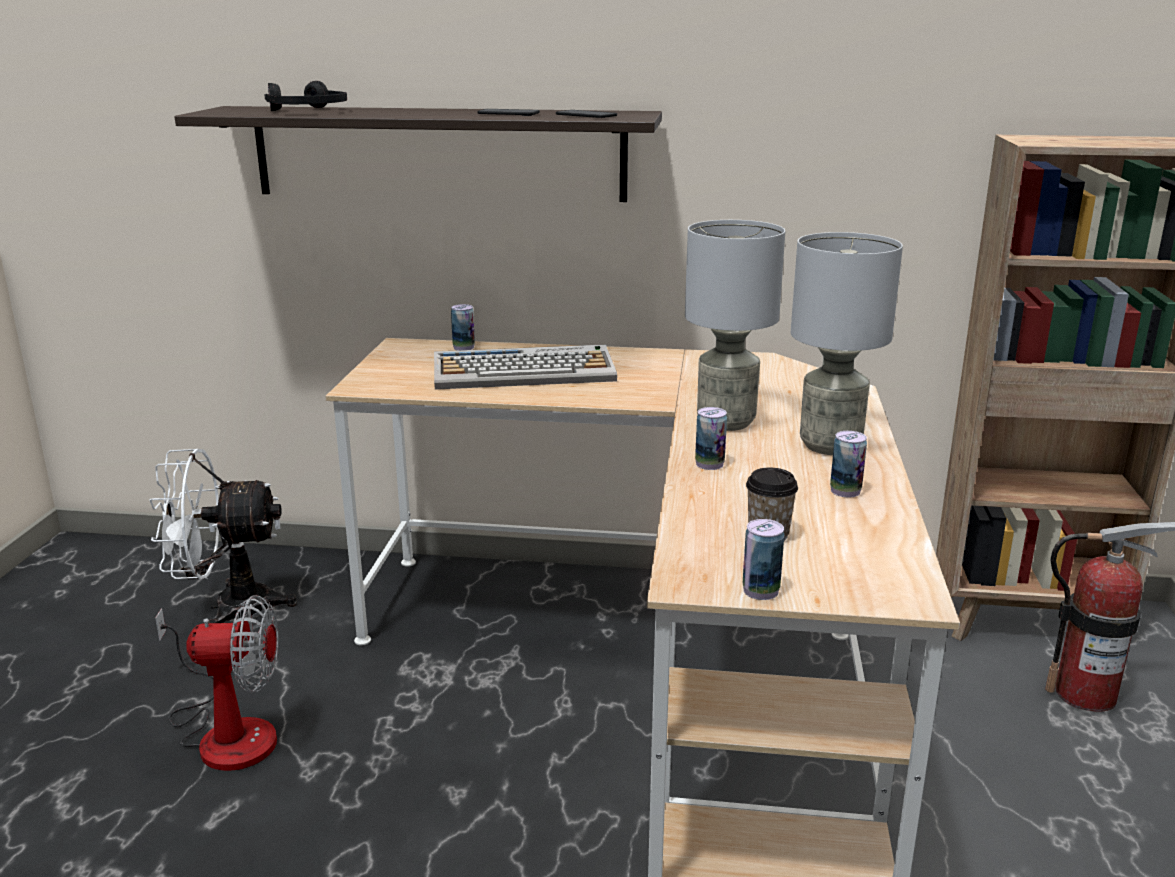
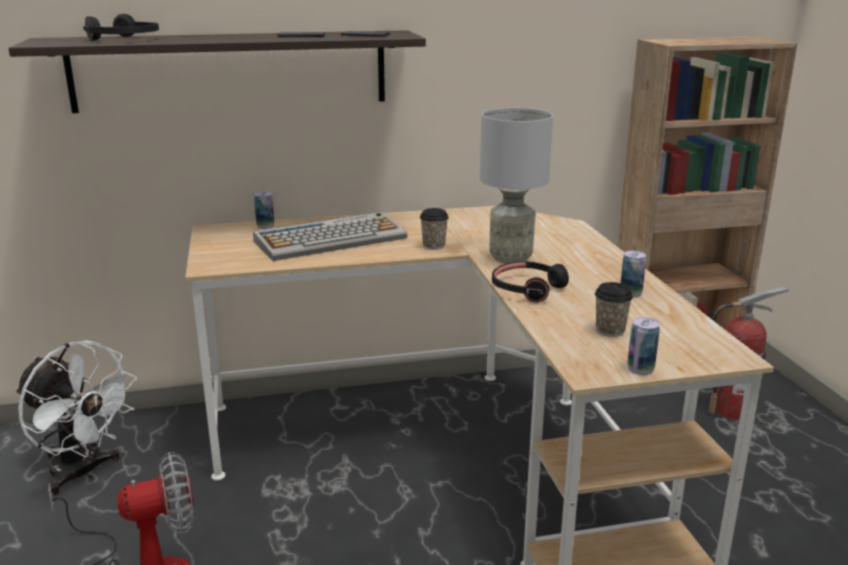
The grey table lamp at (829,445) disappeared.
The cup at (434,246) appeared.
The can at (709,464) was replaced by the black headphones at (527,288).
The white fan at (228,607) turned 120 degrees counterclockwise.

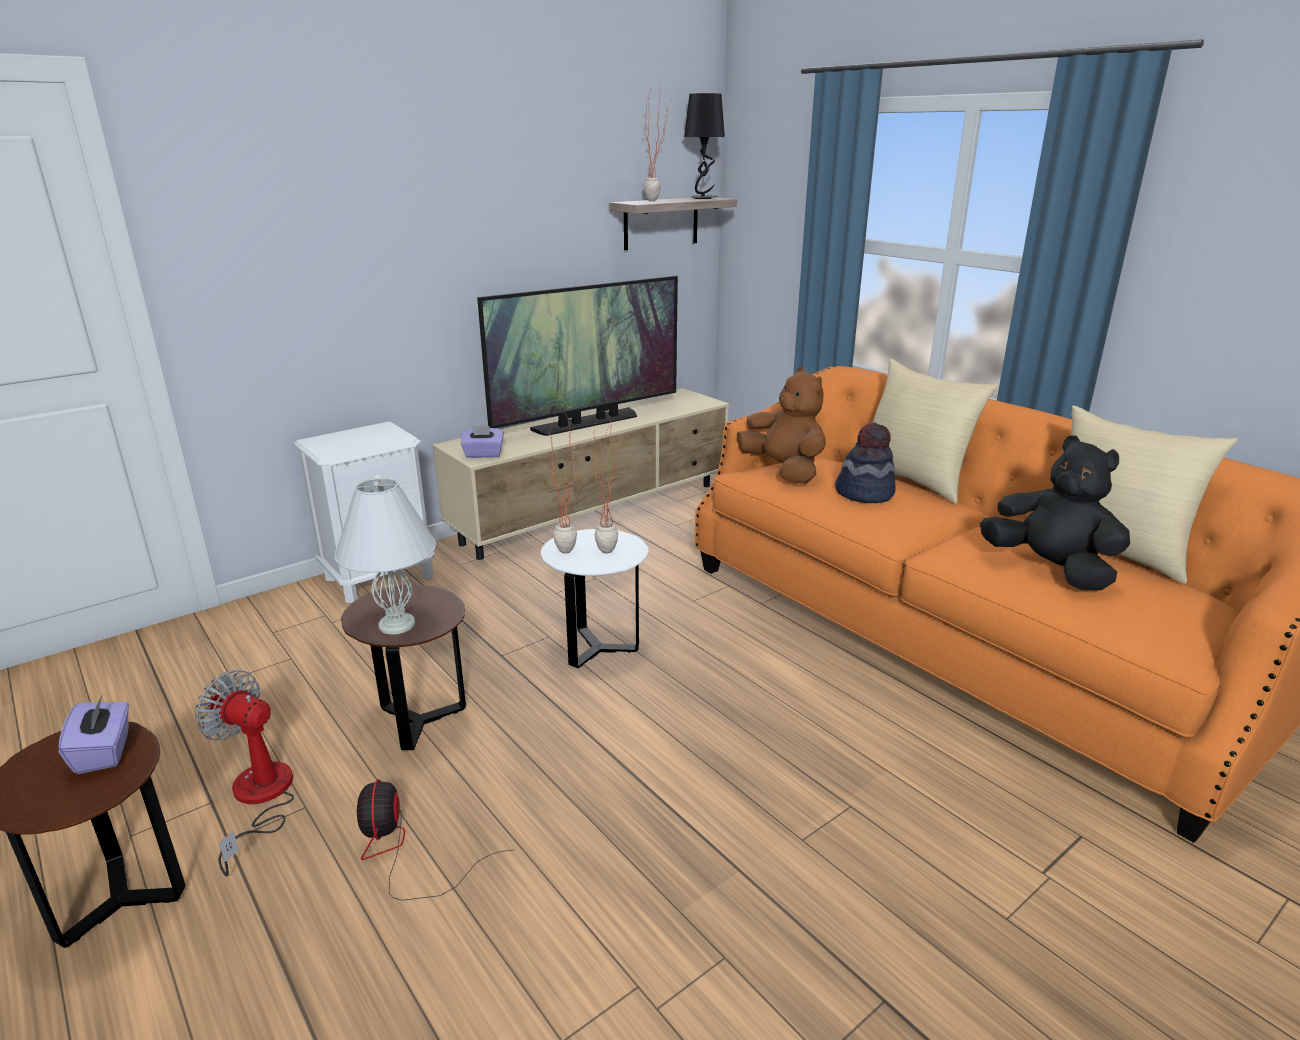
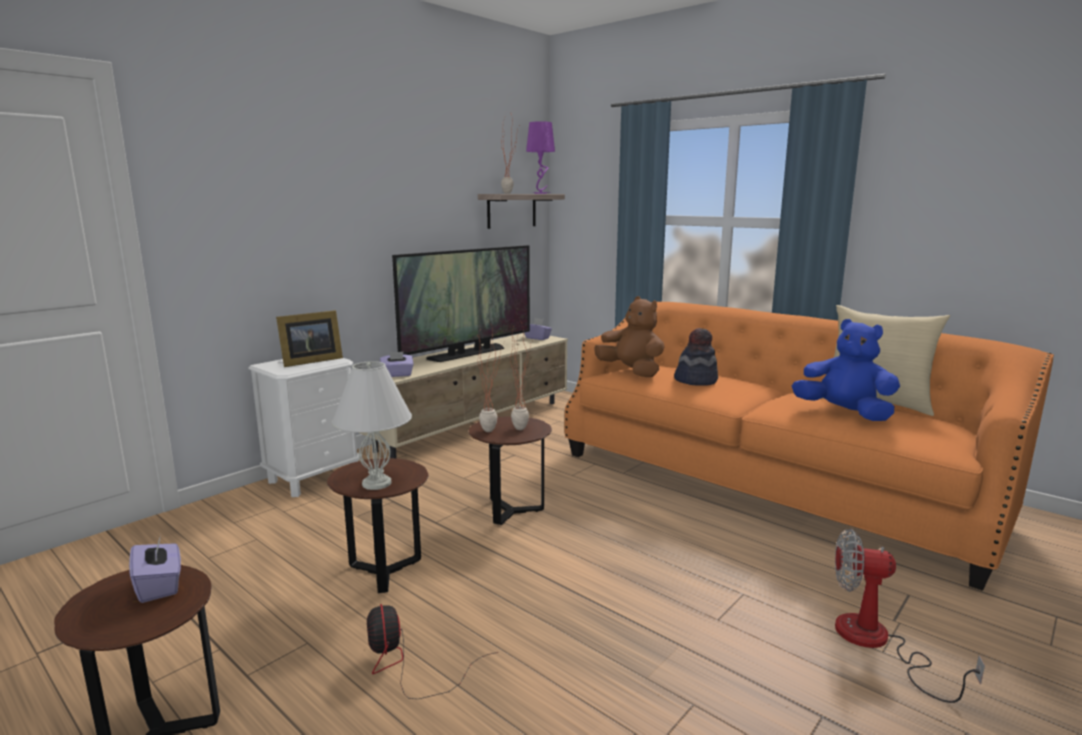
The beige pillow at (913,480) disappeared.
The picture frame at (309,361) appeared.
The purple tissue box at (537,338) appeared.
The fan moved from (258,799) to (876,643).
The white side table at (598,649) became the brown side table at (511,511).
The black table lamp at (703,198) became the purple table lamp at (541,193).
The black plush toy at (1050,569) became the blue plush toy at (844,413).

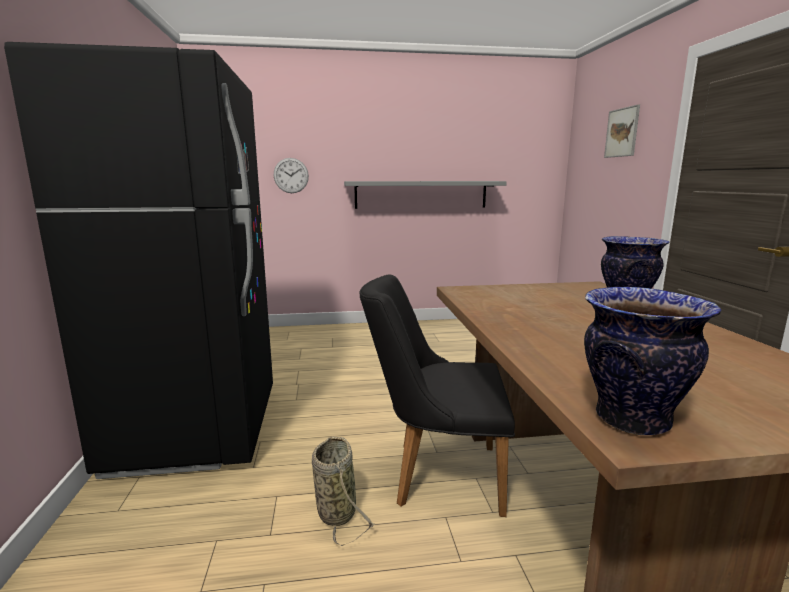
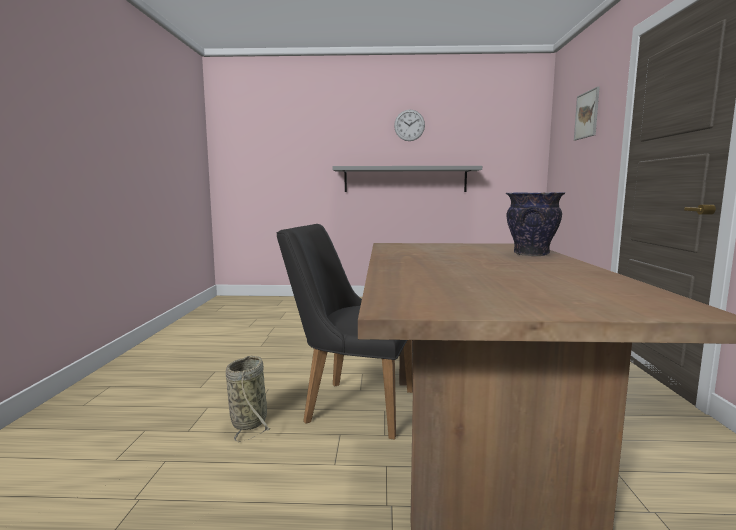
The black fridge at (198,429) disappeared.
The vase at (630,419) disappeared.
The wall clock moved from (291,175) to (409,125).

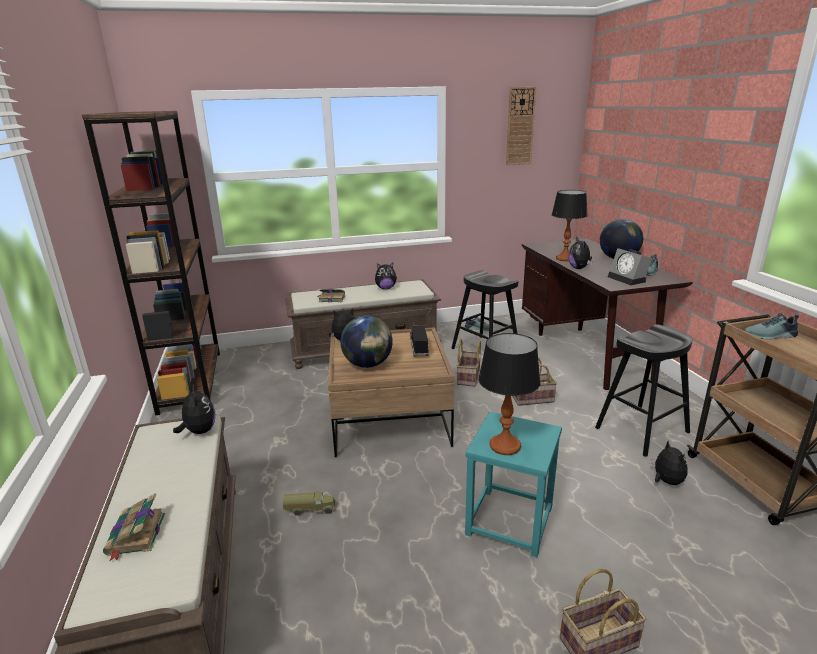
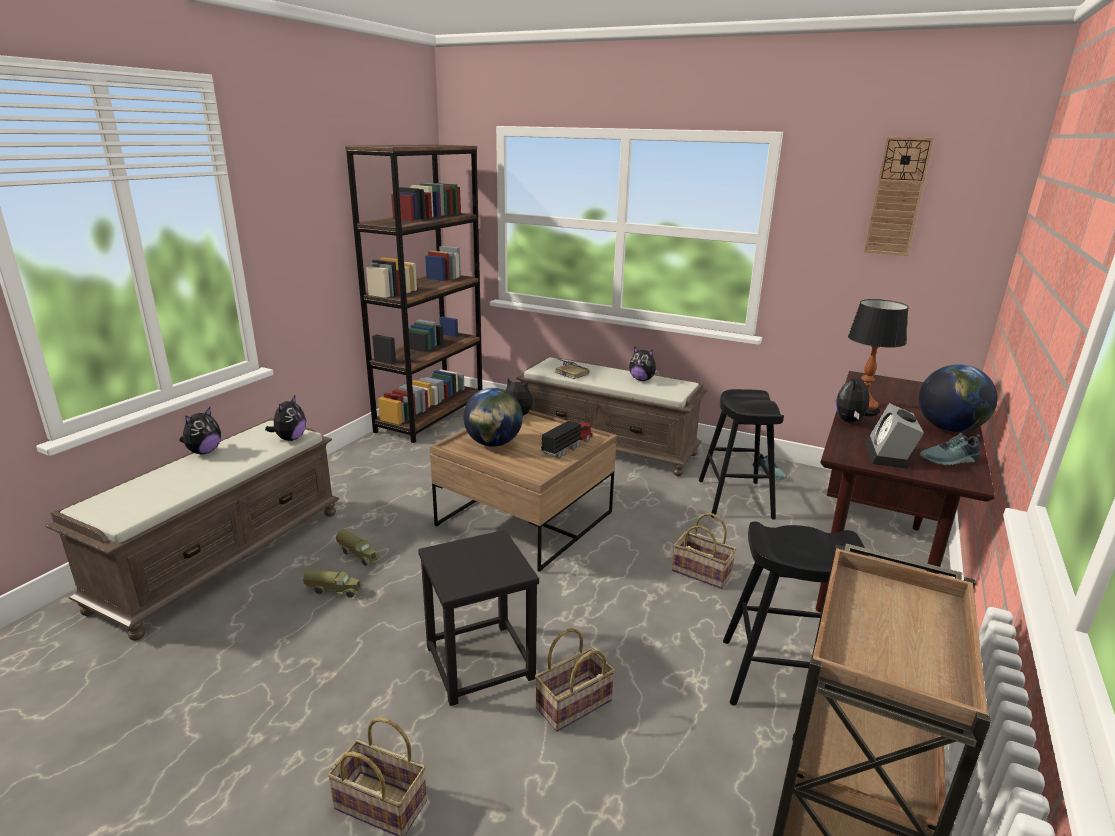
The book at (135,535) disappeared.
The table lamp at (504,446) disappeared.
The shoe at (771,336) disappeared.
The toy truck at (334,590) appeared.
The basket moved from (469,378) to (573,706).
The plush toy moved from (666,481) to (204,452).
The turquoise stool at (510,521) became the black stool at (480,663).

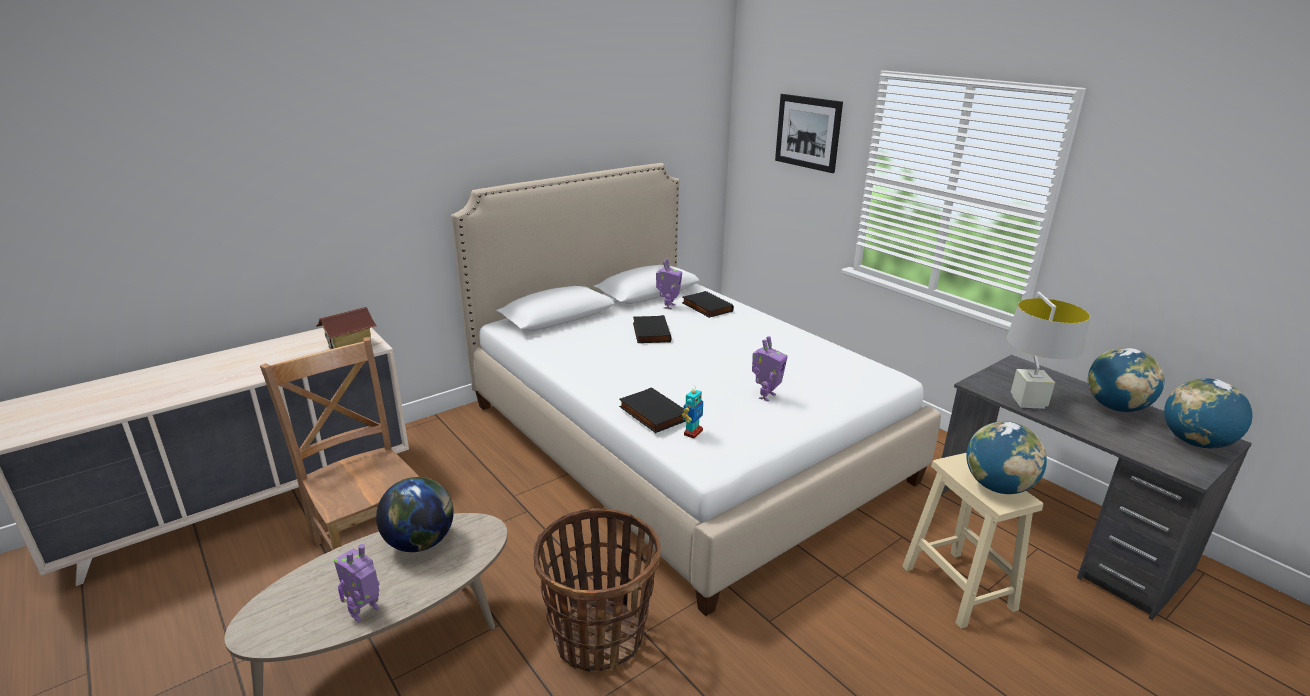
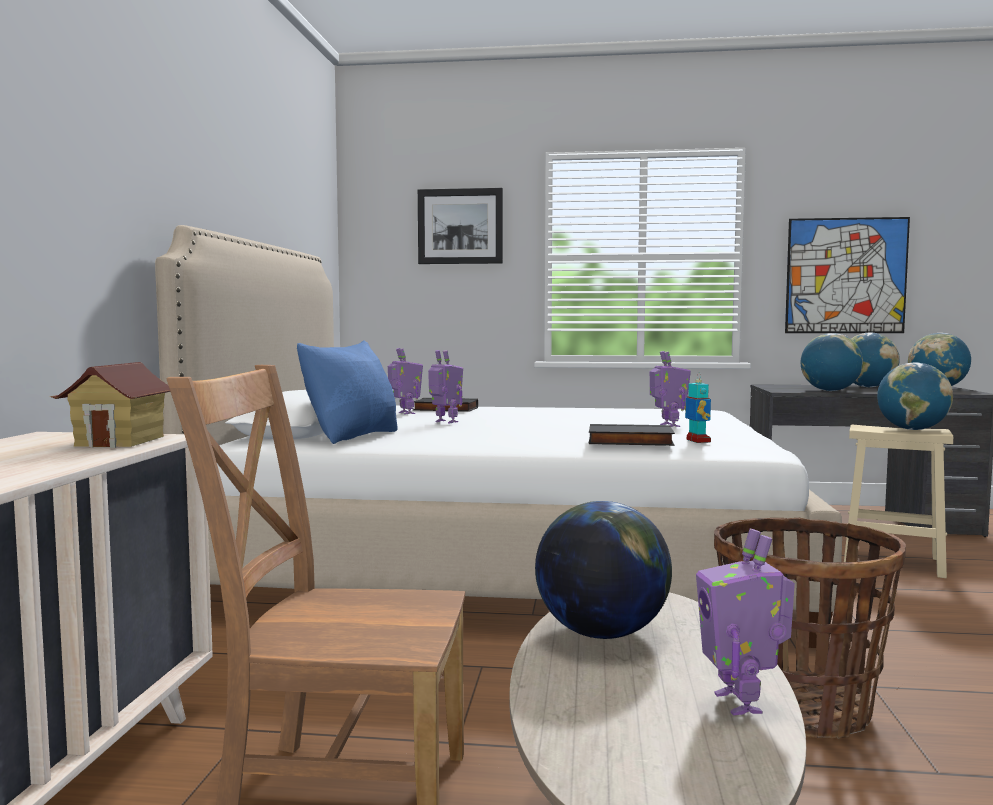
The blue pillow at (353,436) appeared.
The picture at (846,276) appeared.
The black book at (650,332) was replaced by the toy robot at (445,422).
The grey table lamp at (1028,402) was replaced by the globe at (830,391).

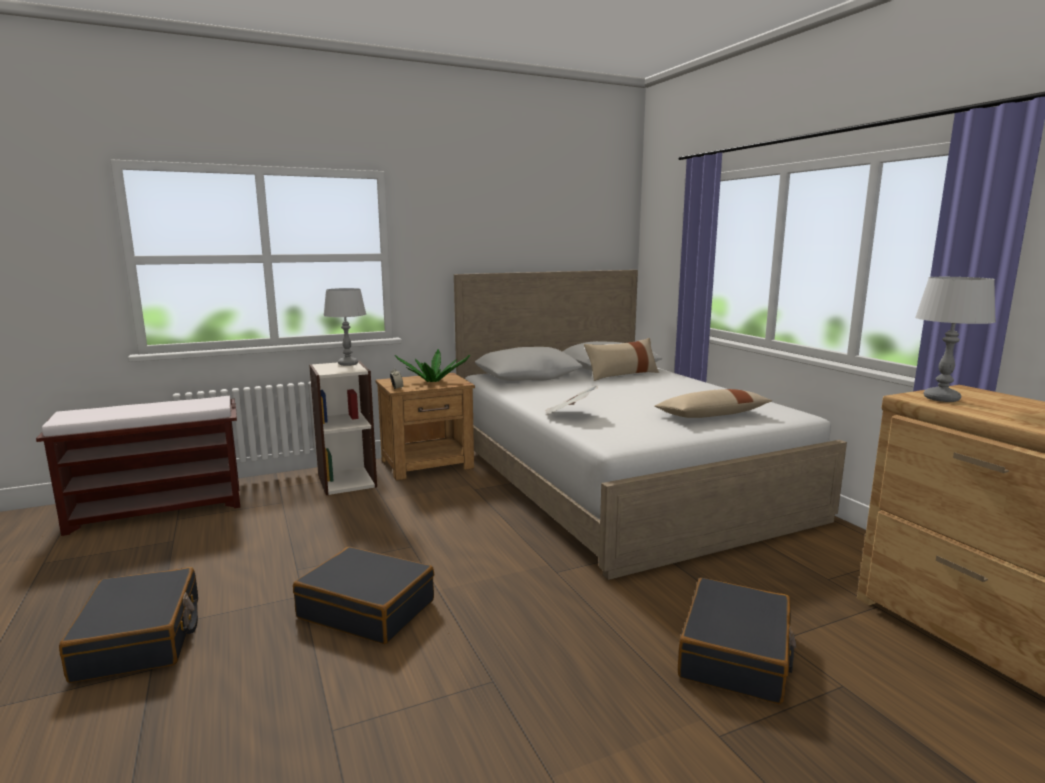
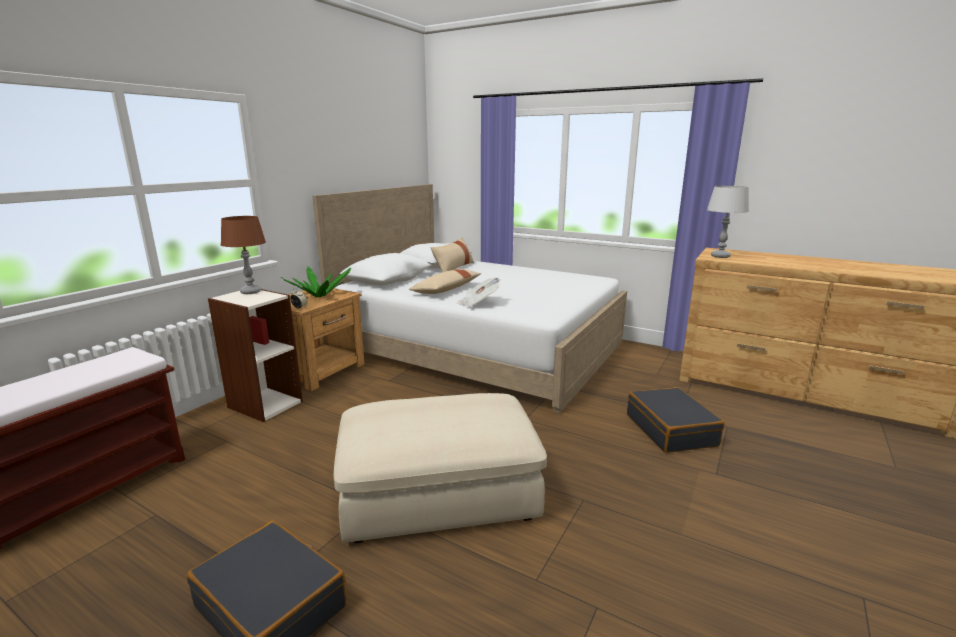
The beige pillow moved from (712,415) to (446,290).
The black suitcase at (367,609) was replaced by the beige ottoman at (438,493).
The grey table lamp at (348,364) became the brown table lamp at (250,292).

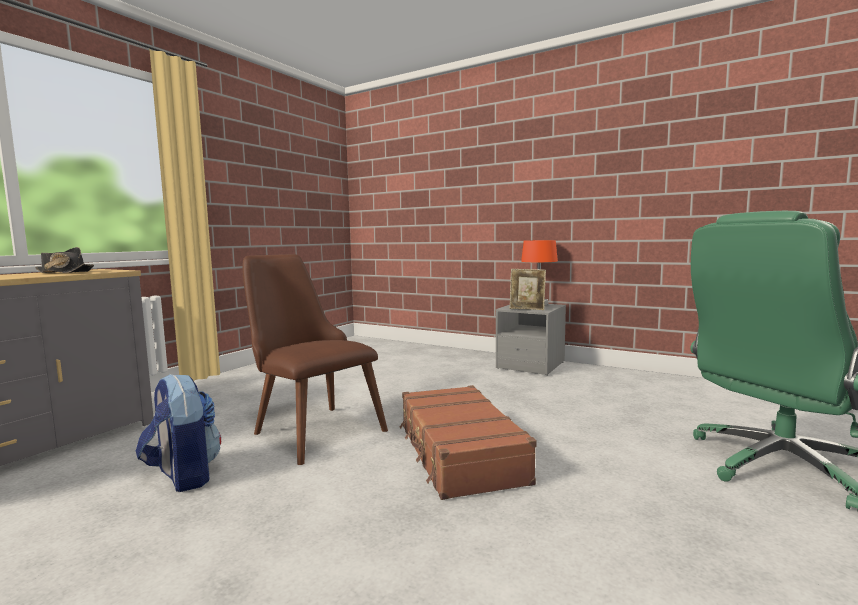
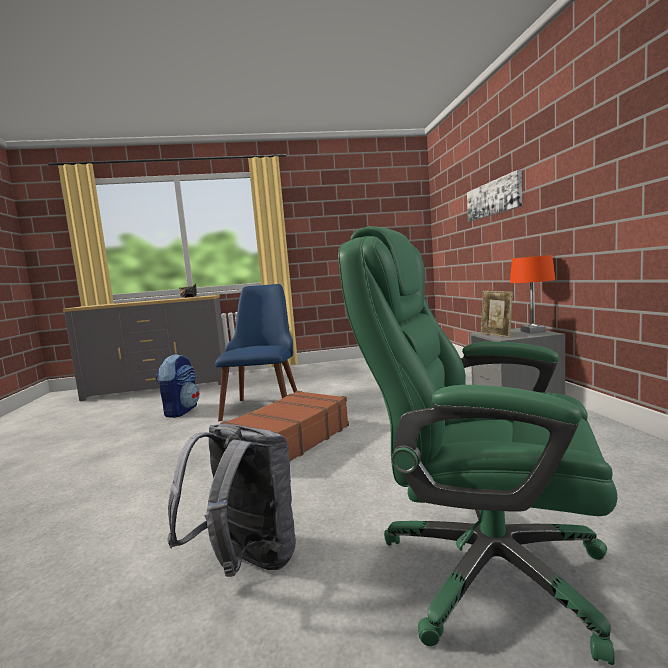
The grey backpack at (246,563) appeared.
The picture at (493,198) appeared.
The brown chair at (310,428) became the blue chair at (264,404).

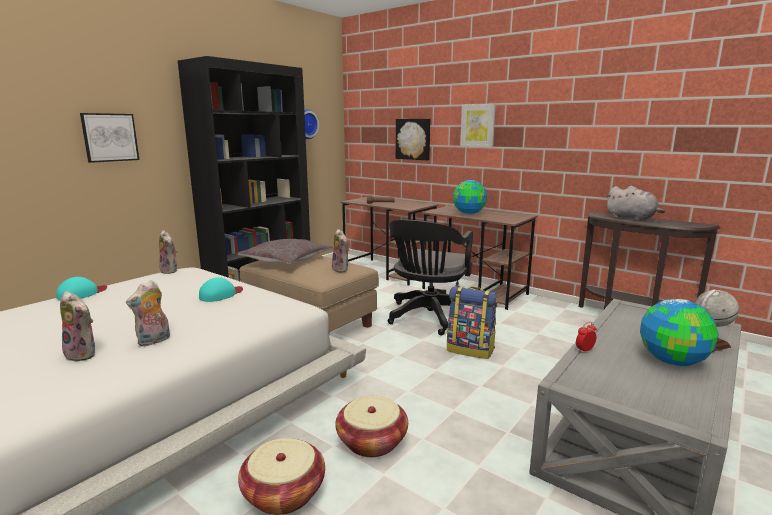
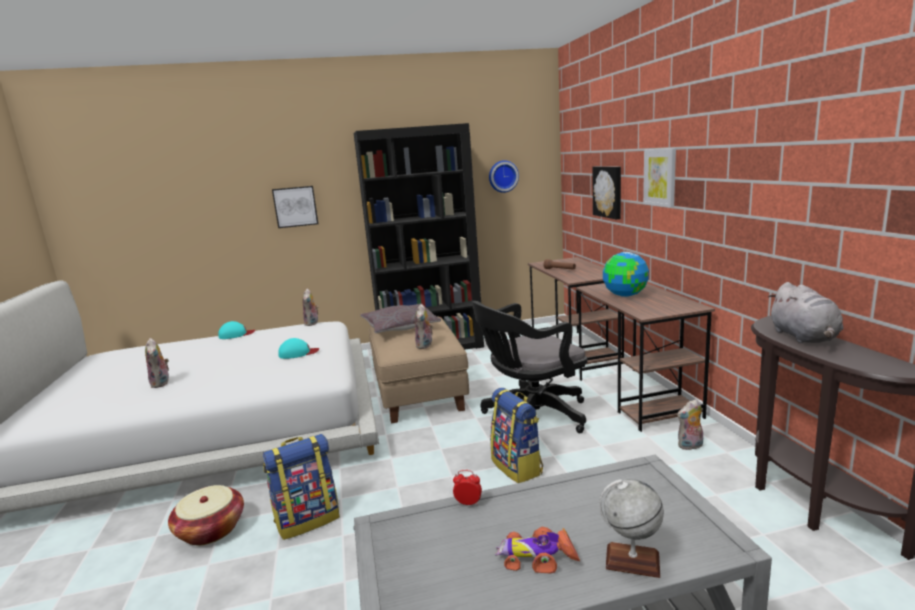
The plush toy moved from (154,341) to (690,446).
The basket at (372,441) was replaced by the backpack at (308,519).
The globe at (673,361) was replaced by the toy car at (537,558).

